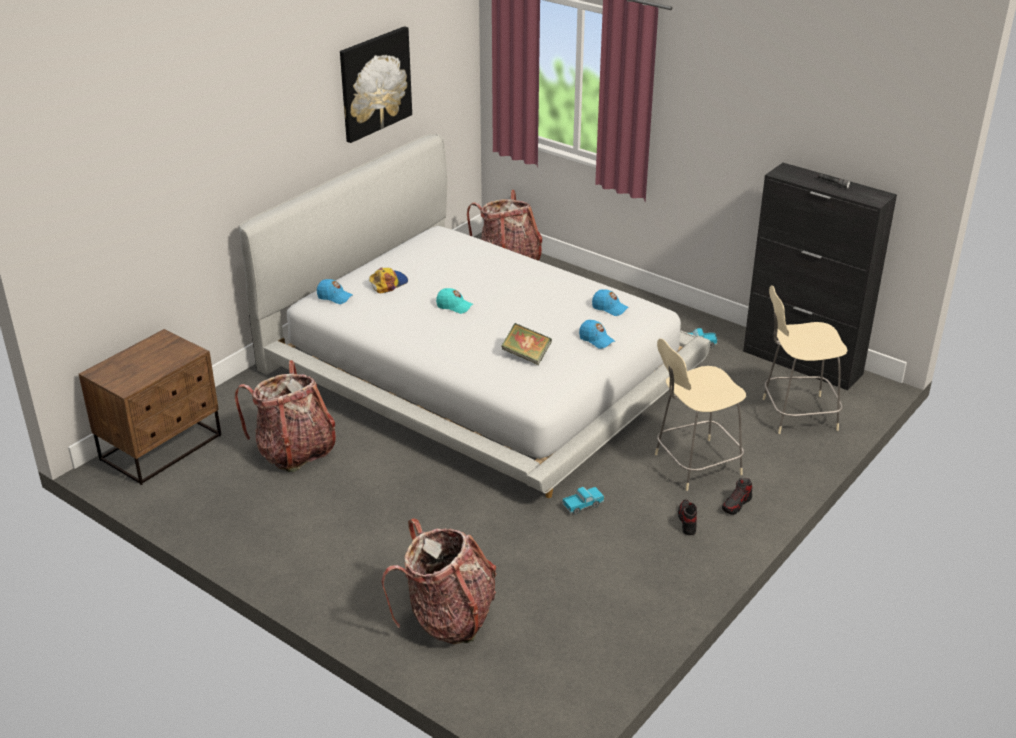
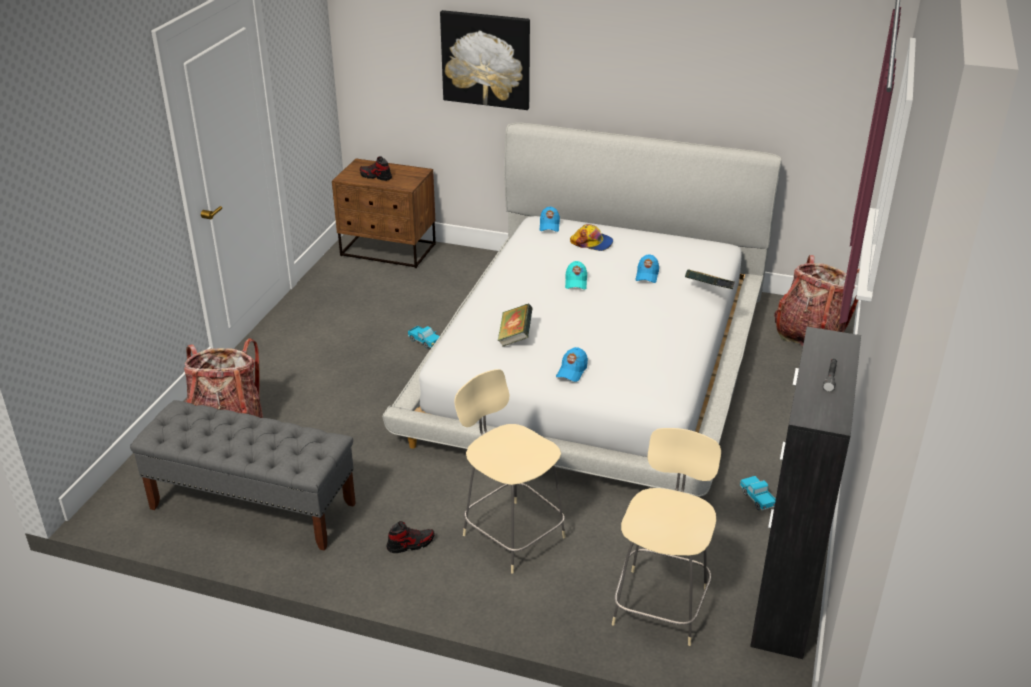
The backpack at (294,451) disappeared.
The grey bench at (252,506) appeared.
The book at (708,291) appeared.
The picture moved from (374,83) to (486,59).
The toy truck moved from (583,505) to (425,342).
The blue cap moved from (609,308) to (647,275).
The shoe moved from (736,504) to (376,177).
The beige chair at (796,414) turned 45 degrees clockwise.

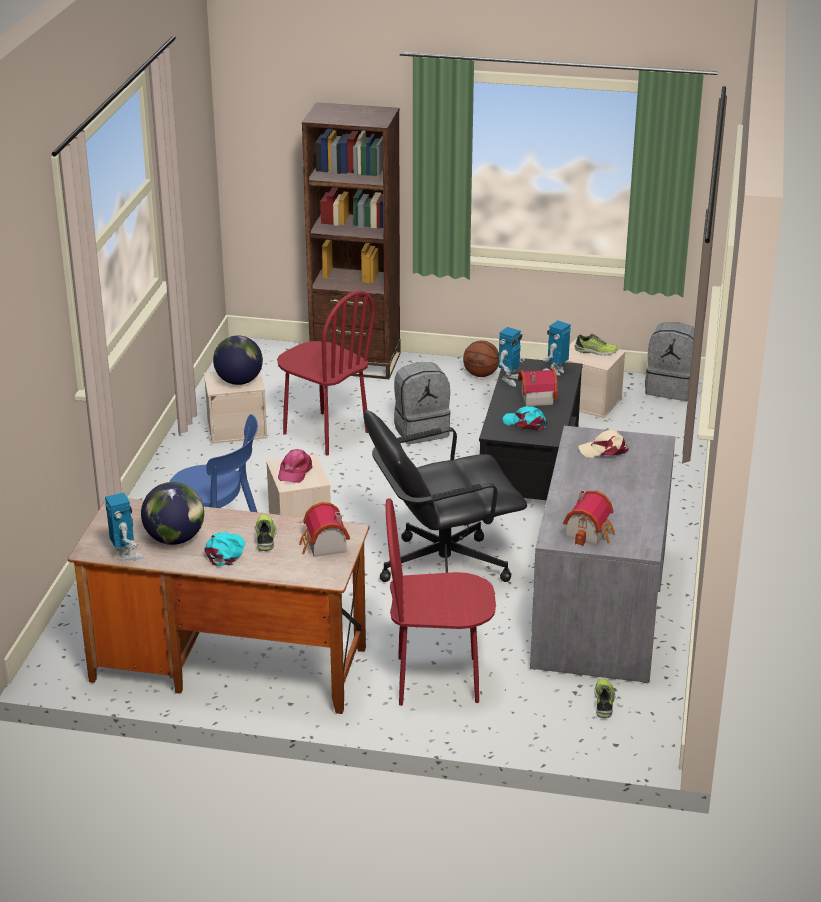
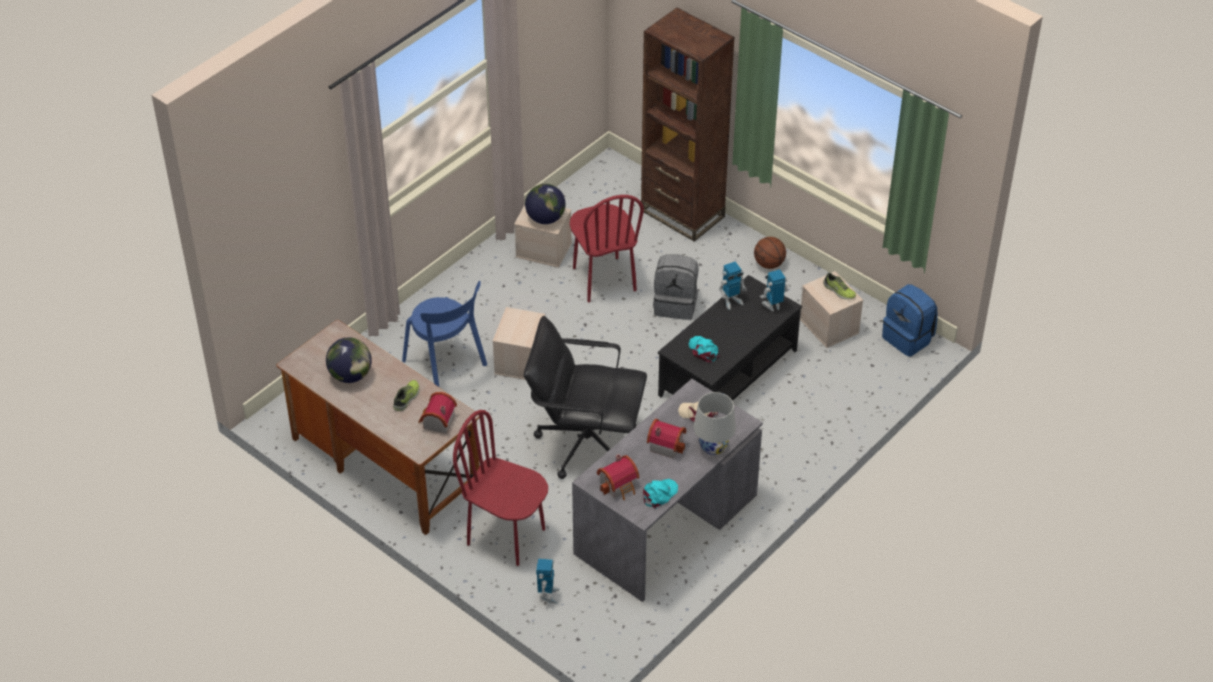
The pink cap at (294,471) disappeared.
The shoe at (604,702) disappeared.
The white table lamp at (713,447) appeared.
The toy robot moved from (126,555) to (548,595).
The turquoise cap moved from (225,552) to (659,494).
The toy house moved from (535,397) to (666,444).
The grey backpack at (671,388) became the blue backpack at (908,338).

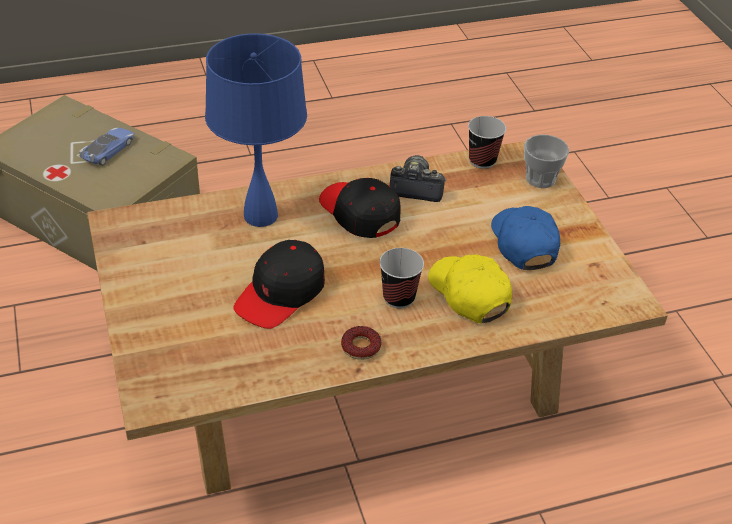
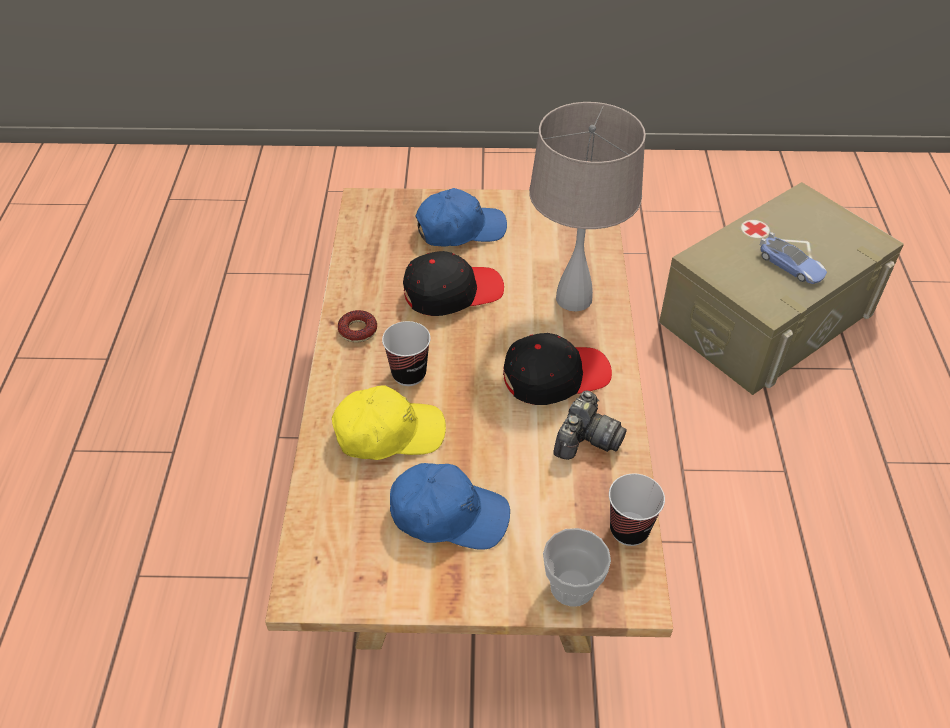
The blue cap at (460,229) appeared.
The blue table lamp at (260,215) became the beige table lamp at (574,298).
The black cap at (281,293) turned 105 degrees clockwise.

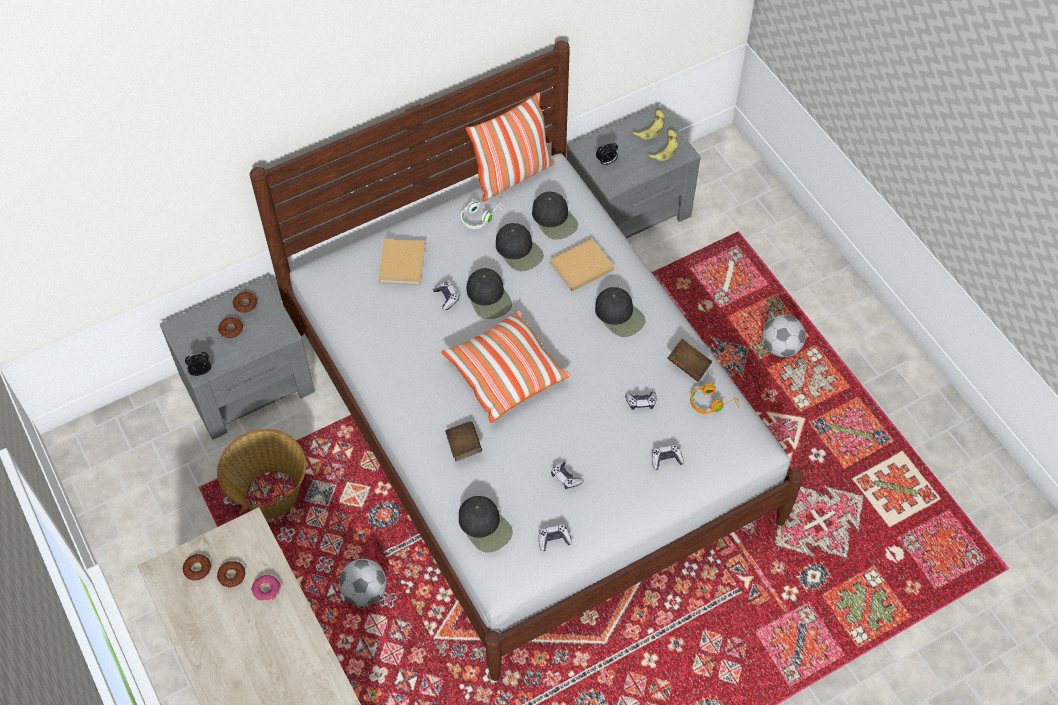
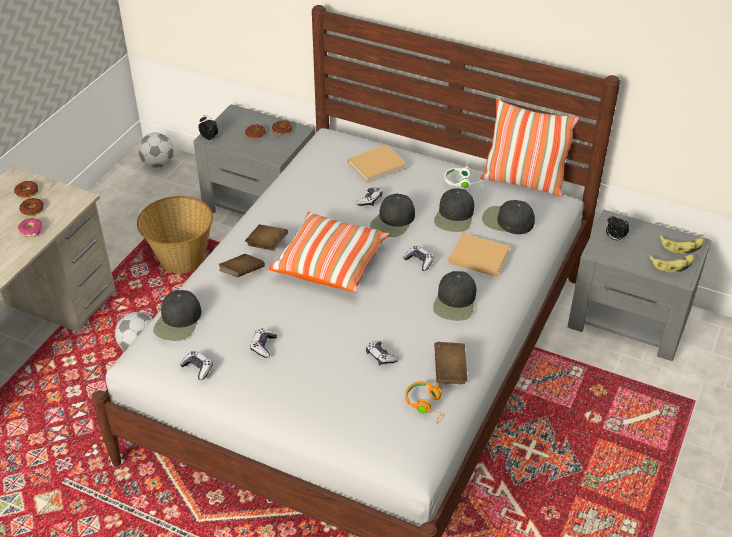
The brown book at (267,245) appeared.
The game controller moved from (666,459) to (419,261).
The football moved from (780,347) to (158,163).
The black cap at (554,219) turned 90 degrees clockwise.

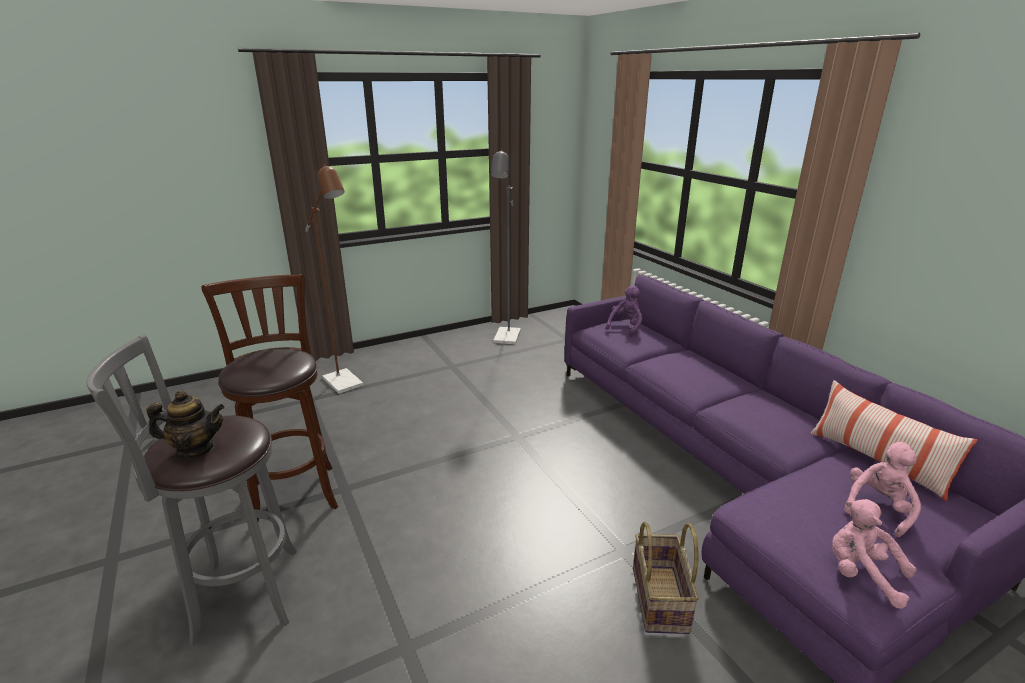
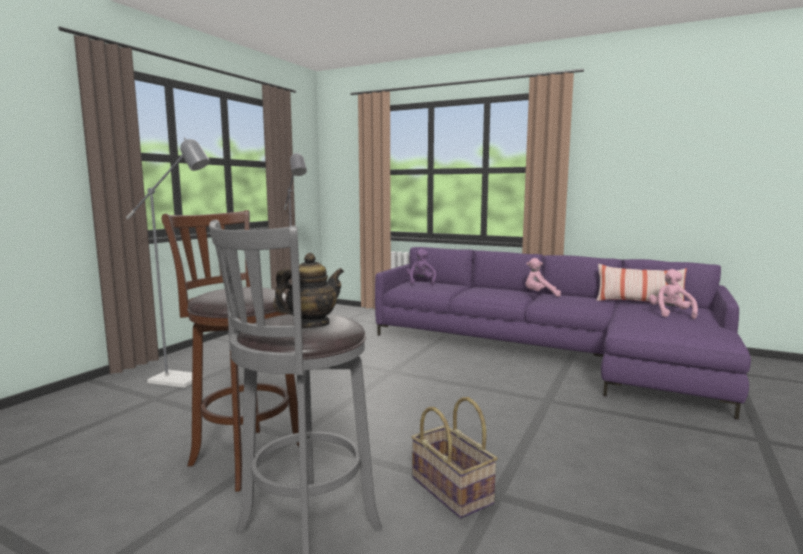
The basket moved from (661,599) to (453,490).
The pink plush toy moved from (861,574) to (539,295).
The brown floor lamp at (346,385) became the grey floor lamp at (184,381).

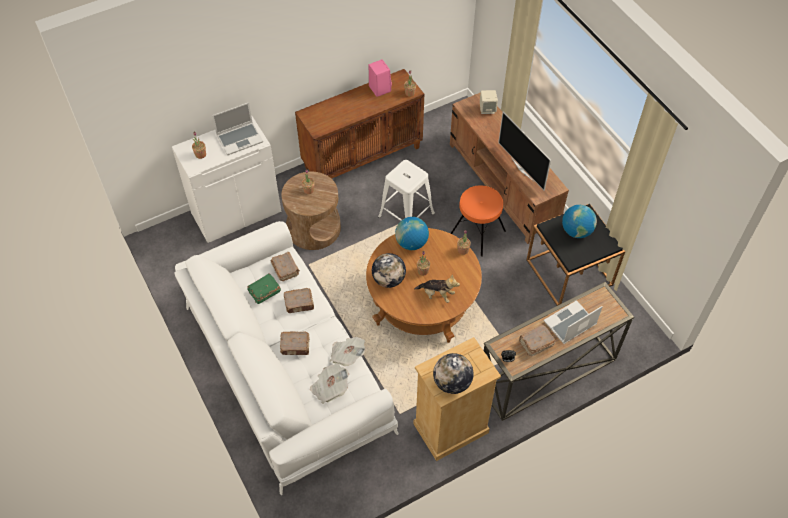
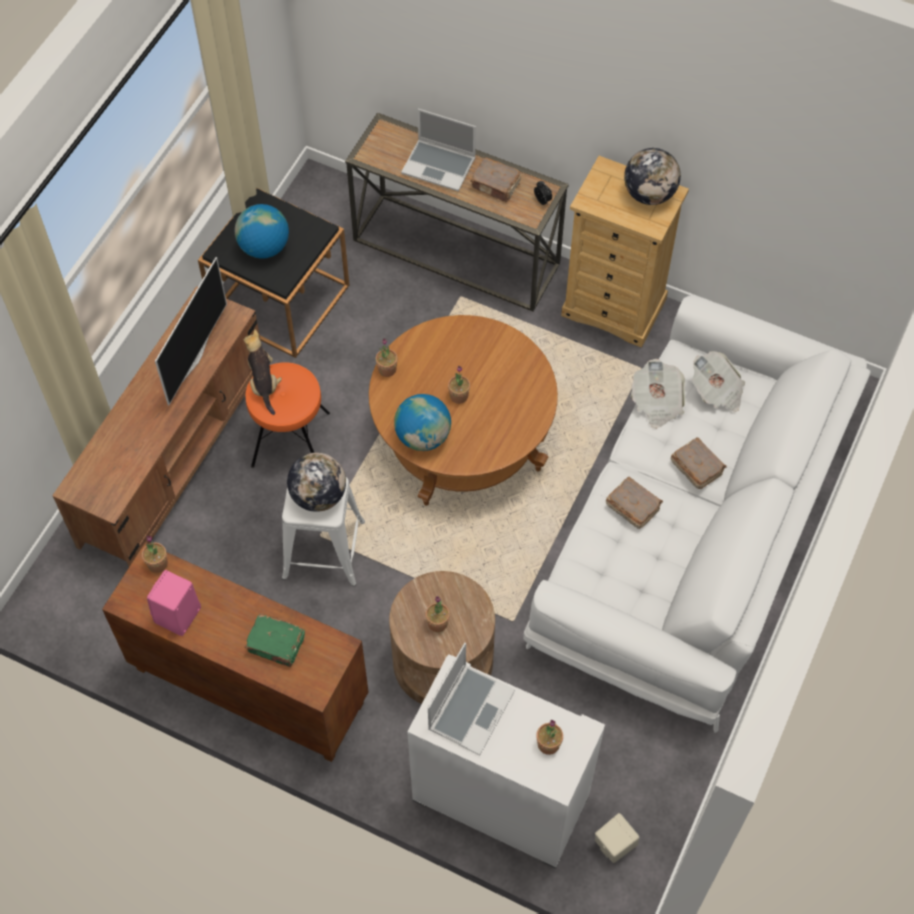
The brown book at (285,269) disappeared.
The green book moved from (264,292) to (276,645).
The globe moved from (388,279) to (318,495).
The plush toy moved from (437,294) to (264,383).
The beige speaker moved from (487,109) to (614,845).
The laptop at (240,138) turned 90 degrees clockwise.

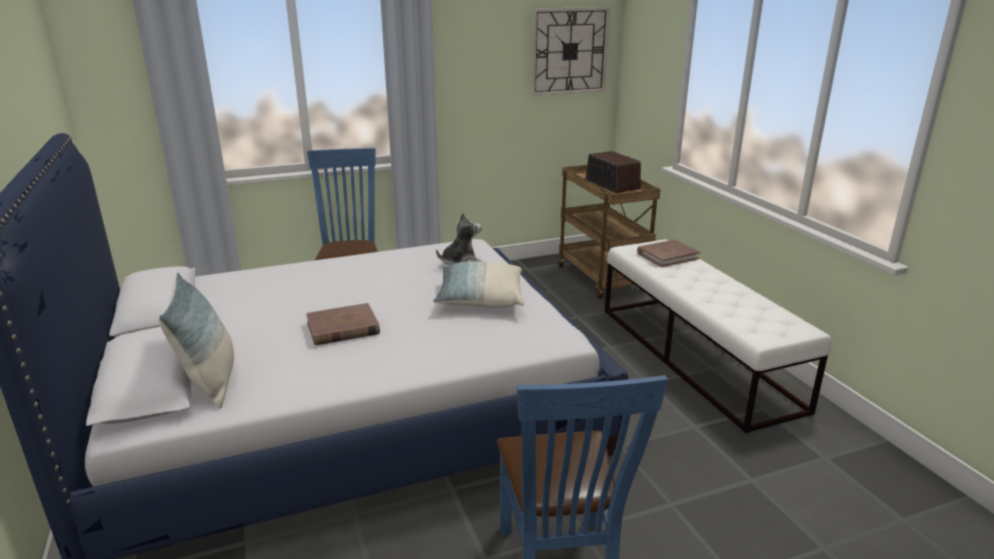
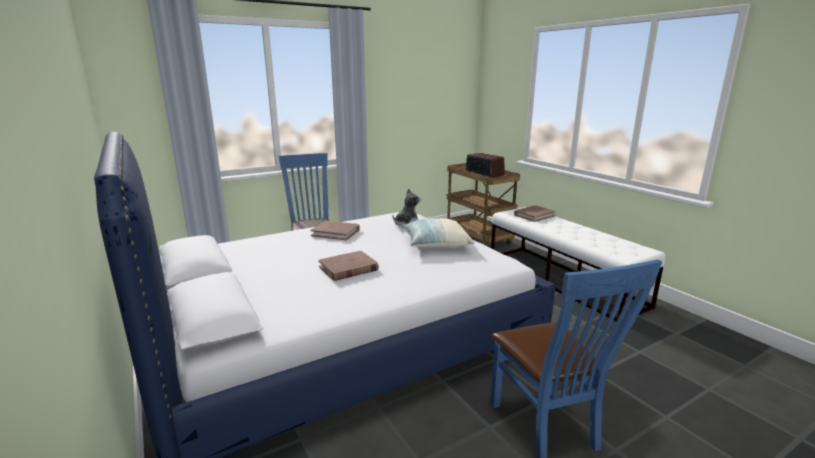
The pillow at (210,381) disappeared.
The wall clock at (569,51) disappeared.
The brown book at (336,232) appeared.

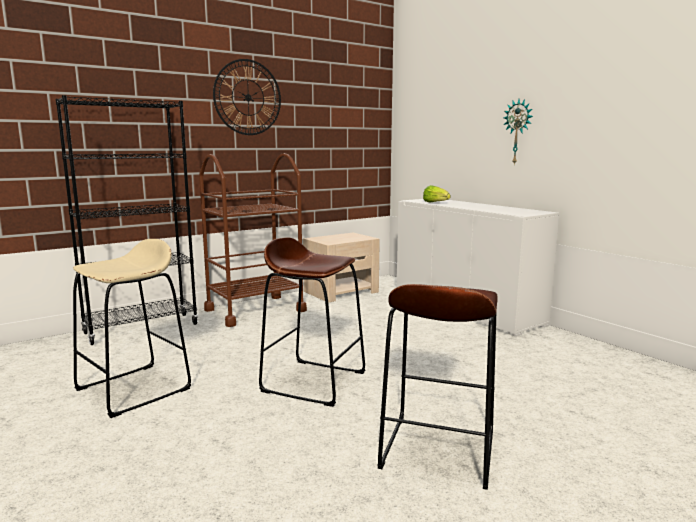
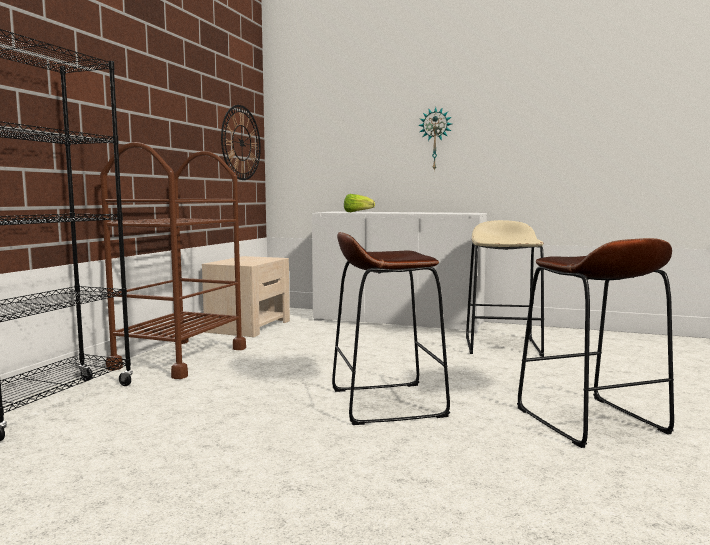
The beige stool moved from (134,389) to (502,346).
The wall clock moved from (248,97) to (241,143).

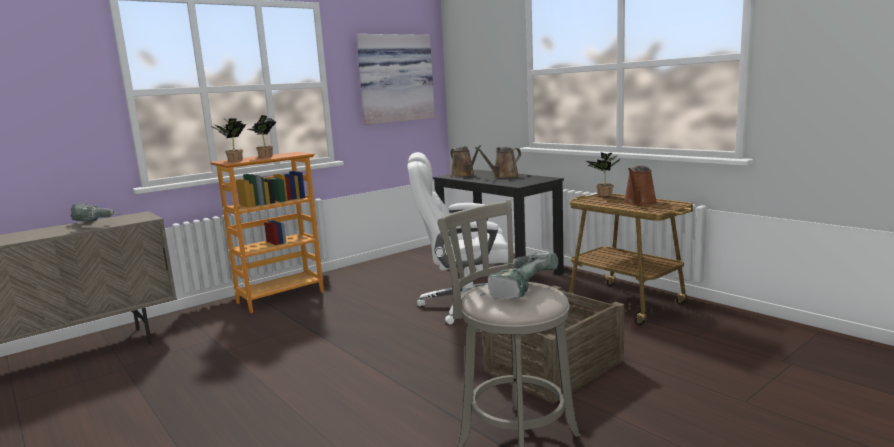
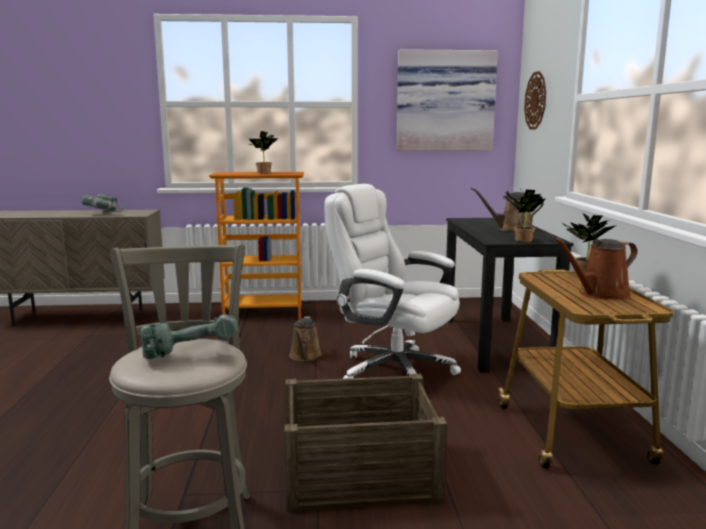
The wall clock at (536,101) appeared.
The potted plant moved from (233,161) to (520,240).
The brown watering can moved from (464,175) to (305,356).

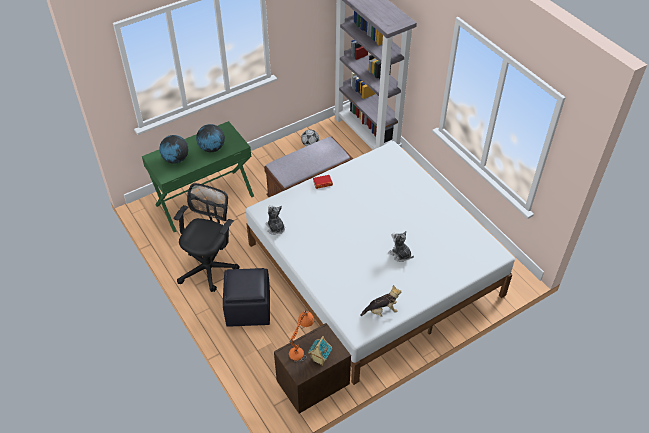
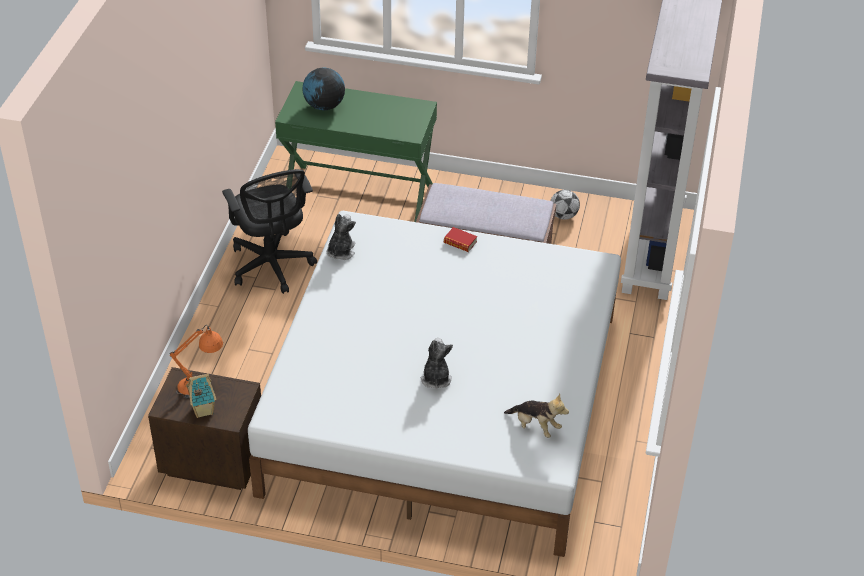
The globe at (212,148) disappeared.
The black ottoman at (248,309) disappeared.
The plush toy moved from (381,311) to (535,426).
The black office chair at (210,267) turned 90 degrees clockwise.

